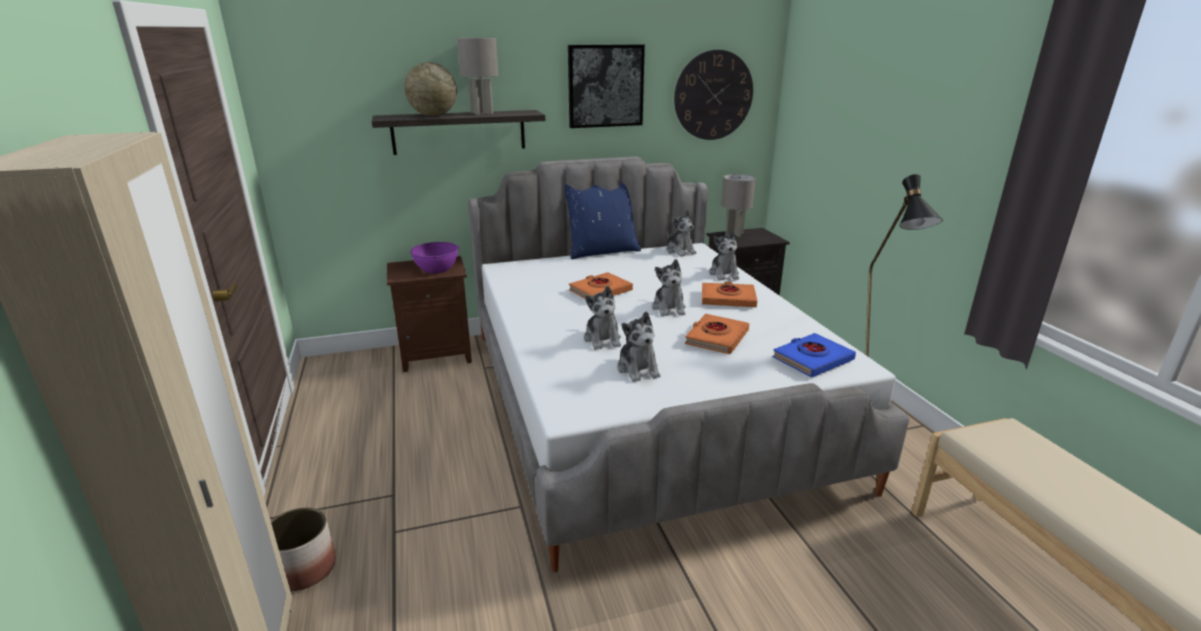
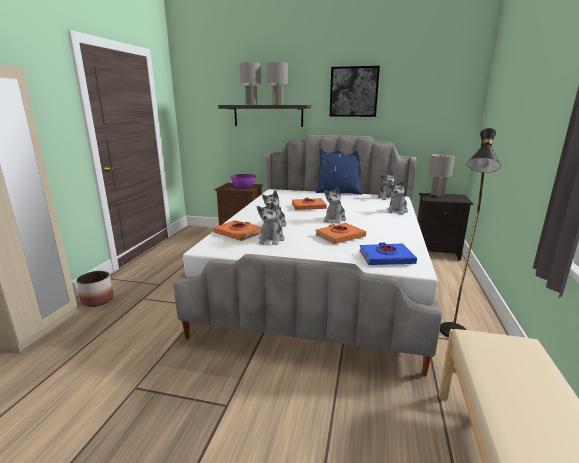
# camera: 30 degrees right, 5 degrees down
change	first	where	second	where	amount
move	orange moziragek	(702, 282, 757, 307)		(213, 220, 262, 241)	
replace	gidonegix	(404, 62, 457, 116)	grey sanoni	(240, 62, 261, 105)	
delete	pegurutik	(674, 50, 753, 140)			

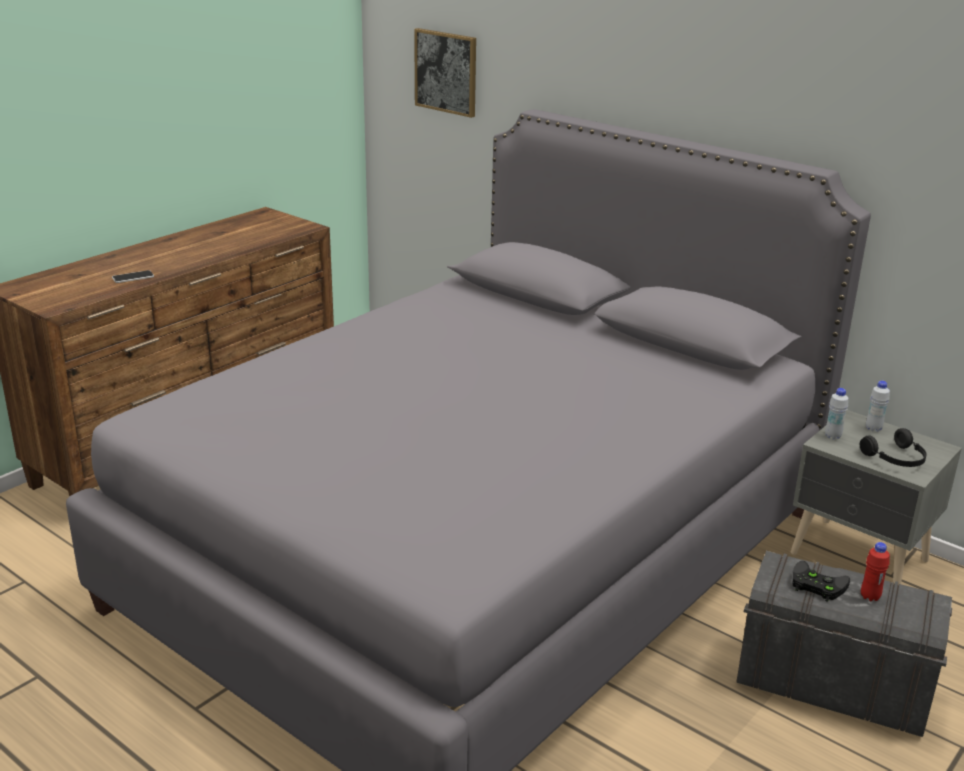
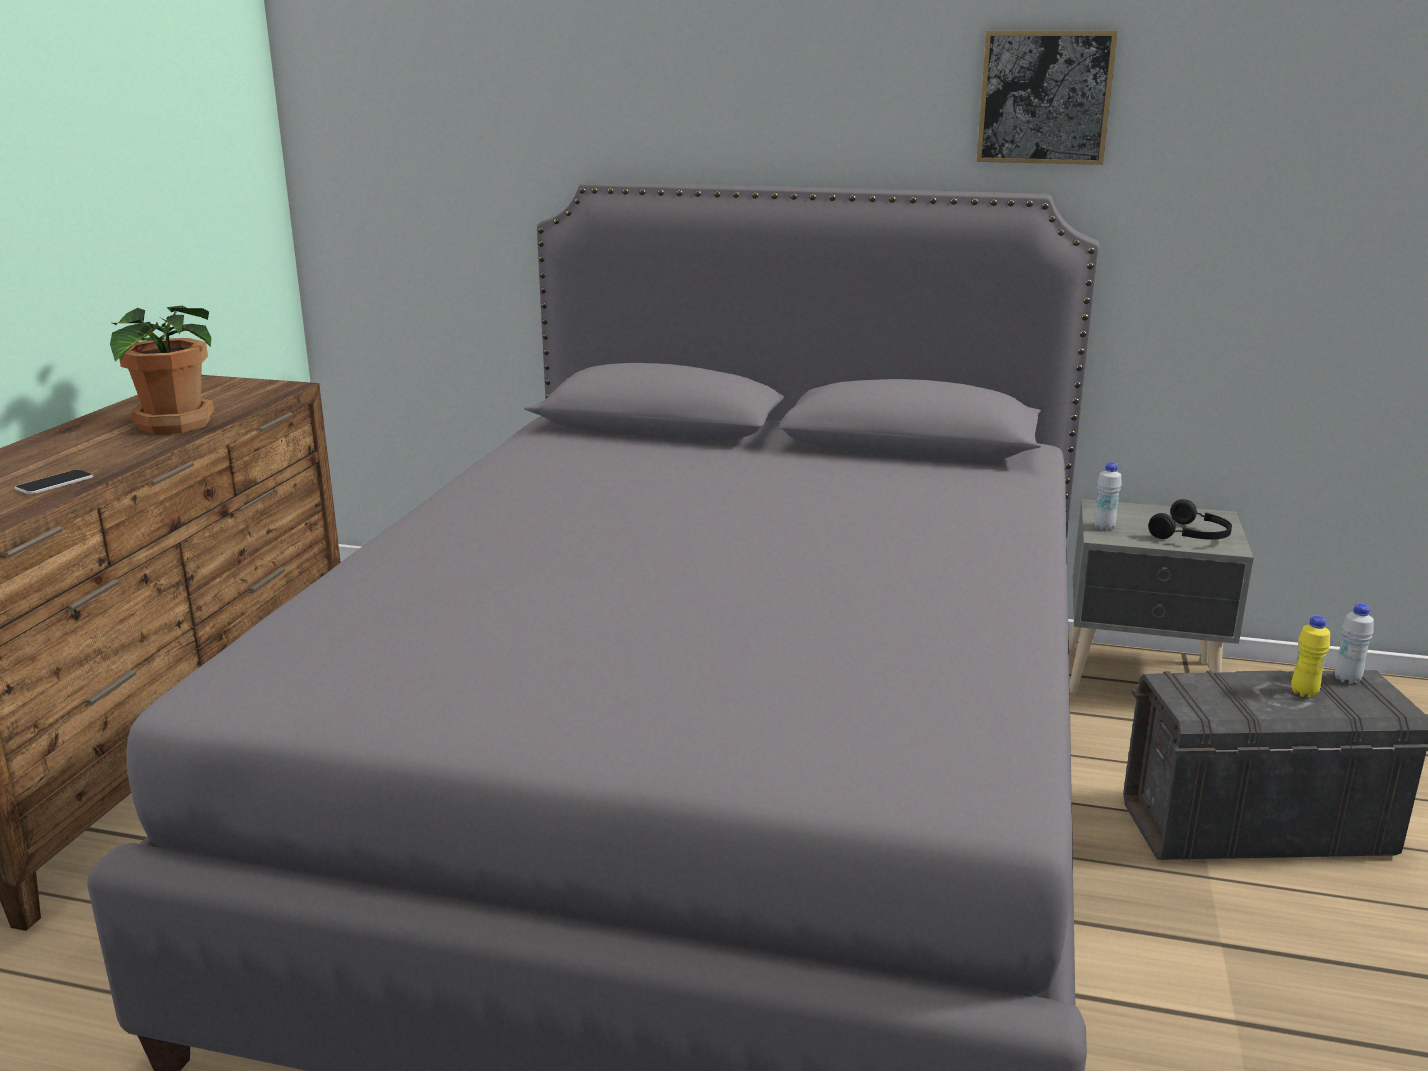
# camera: 25 degrees left, 5 degrees down
change	first	where	second	where	amount
insert			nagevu	(110, 306, 214, 434)	
move	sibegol	(414, 28, 476, 118)		(976, 31, 1118, 165)	
recolor	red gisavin	(861, 542, 890, 601)	yellow gisavin	(1291, 616, 1330, 698)	
move	white gisavin	(866, 381, 890, 432)		(1335, 604, 1374, 684)	
delete	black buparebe	(792, 561, 850, 602)			

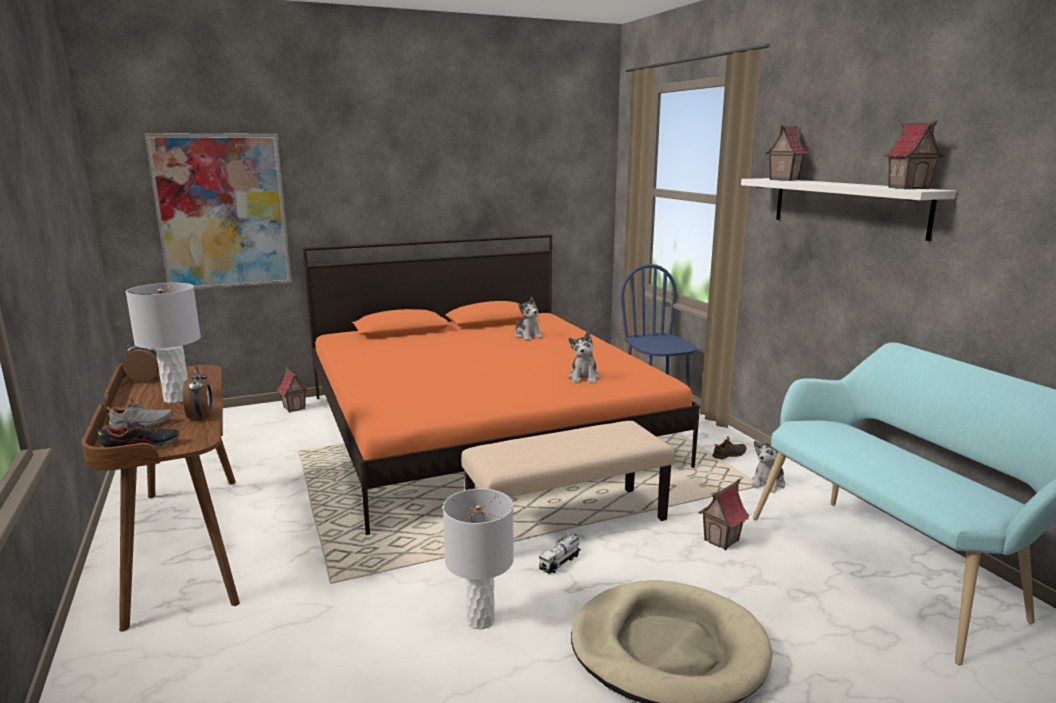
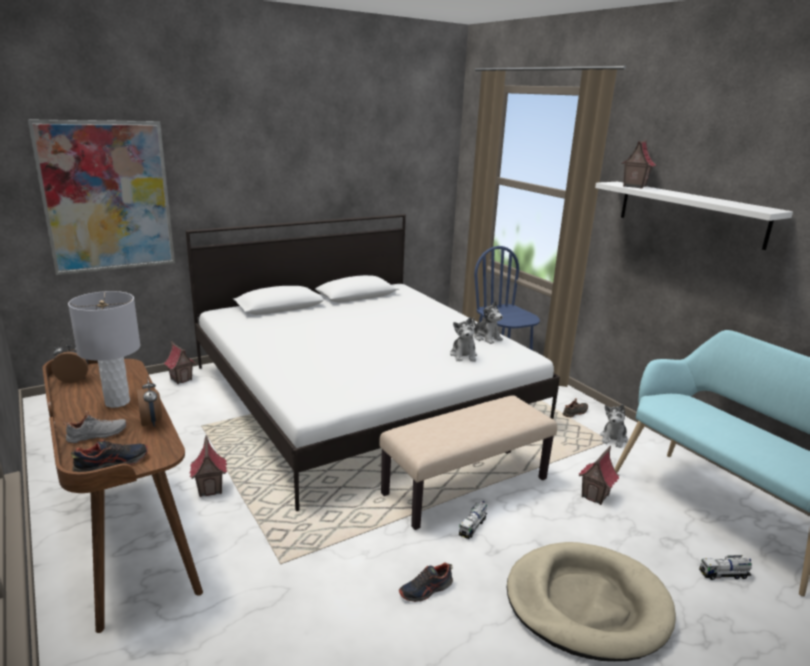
# camera: 10 degrees left, 5 degrees up
change	first	where	second	where	amount
recolor	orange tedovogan	(302, 234, 700, 535)	white tedovogan	(186, 214, 560, 511)	
move	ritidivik	(884, 121, 944, 189)		(190, 435, 227, 497)	
replace	grey sanoni	(443, 489, 514, 629)	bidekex	(399, 562, 453, 602)	
move	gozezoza	(515, 297, 543, 340)		(473, 301, 503, 344)	
insert			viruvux	(699, 555, 752, 580)	

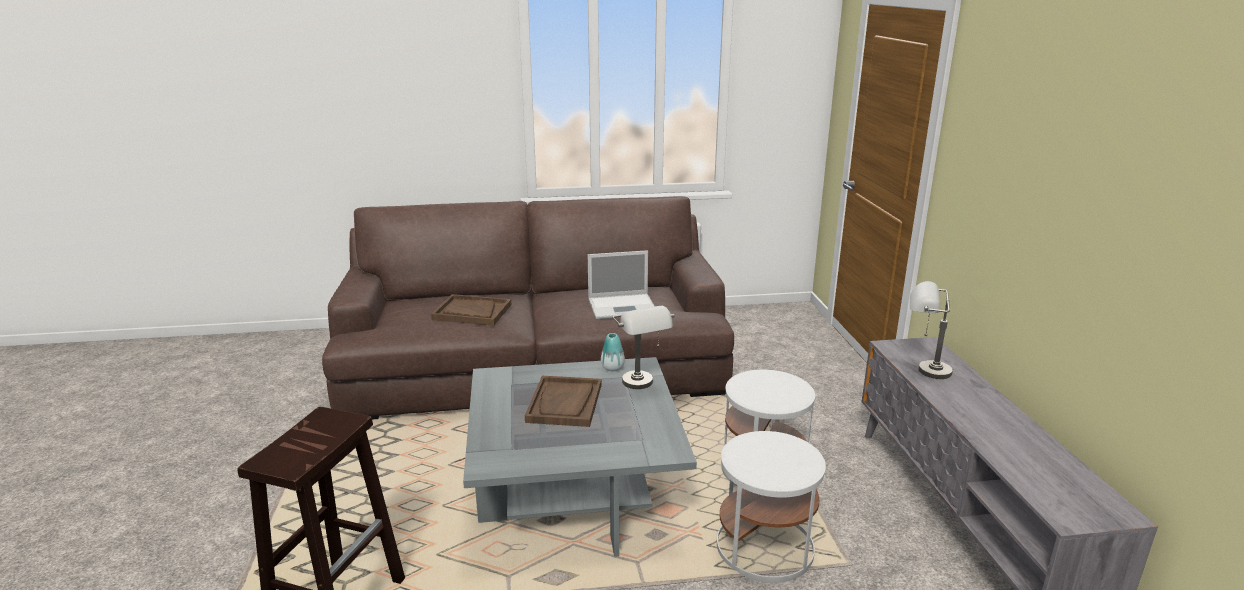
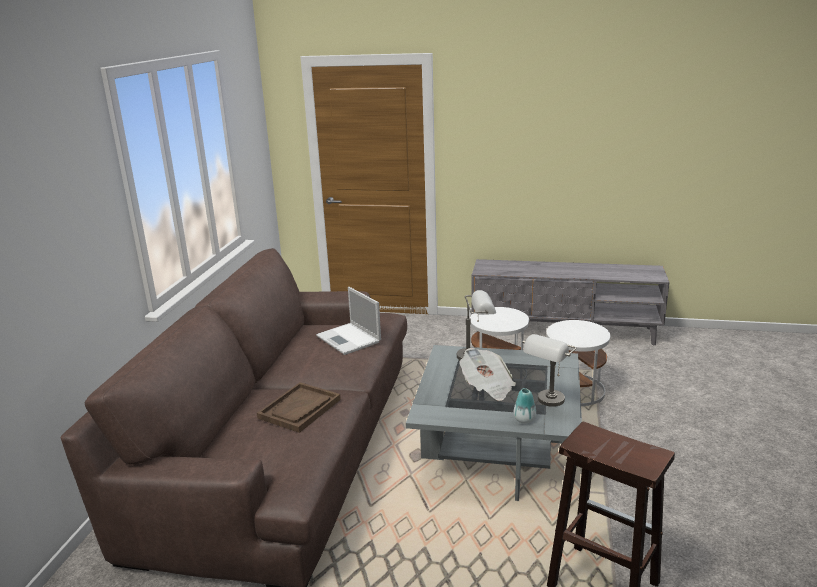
# camera: 70 degrees left, 0 degrees up
change	first	where	second	where	amount
rotate	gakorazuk	(588, 250, 655, 319)		(316, 287, 381, 355)	135 degrees clockwise
replace	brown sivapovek	(525, 376, 601, 427)	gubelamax	(459, 348, 516, 401)	
move	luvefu	(601, 333, 625, 371)		(514, 388, 536, 424)	
move	grey sanoni	(910, 281, 953, 379)		(522, 334, 576, 407)	

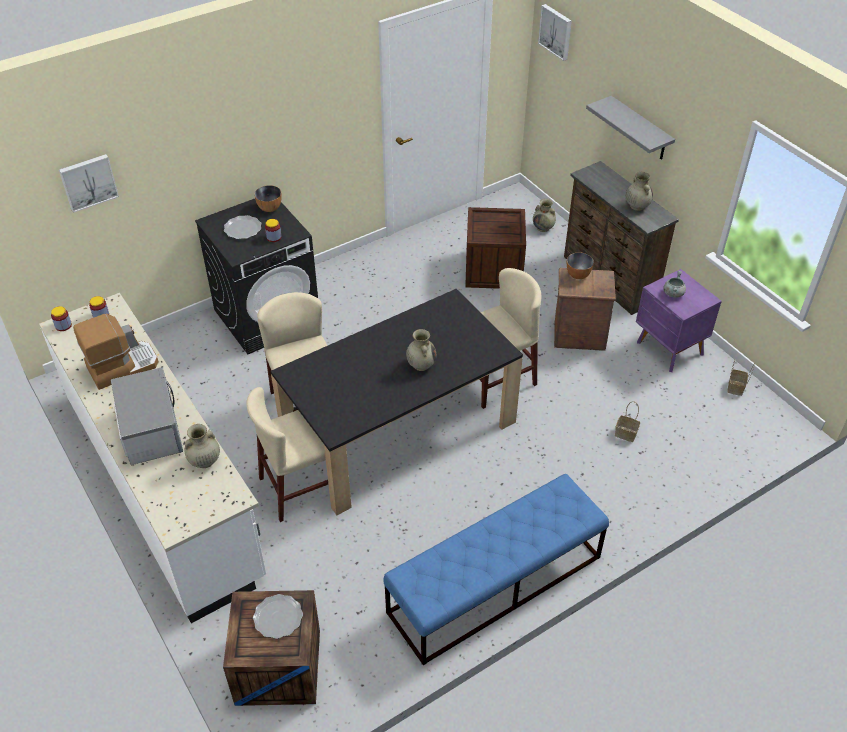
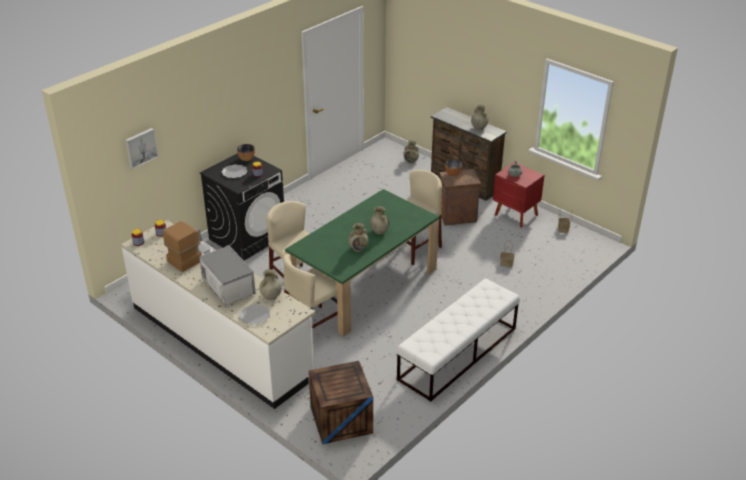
# camera: 15 degrees left, 10 degrees down
change	first	where	second	where	amount
move	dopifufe	(253, 594, 303, 639)		(239, 304, 270, 325)	
recolor	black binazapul	(271, 289, 523, 515)	green binazapul	(285, 189, 439, 337)	
insert			beige luvefu	(348, 223, 369, 252)	
recolor	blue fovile	(383, 474, 609, 665)	white fovile	(397, 278, 520, 402)	
recolor	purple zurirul	(636, 269, 722, 372)	red zurirul	(493, 162, 545, 227)	
delete	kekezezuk	(465, 207, 526, 289)			
delete	sibegol	(538, 4, 572, 61)			
delete	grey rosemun	(586, 96, 675, 160)			

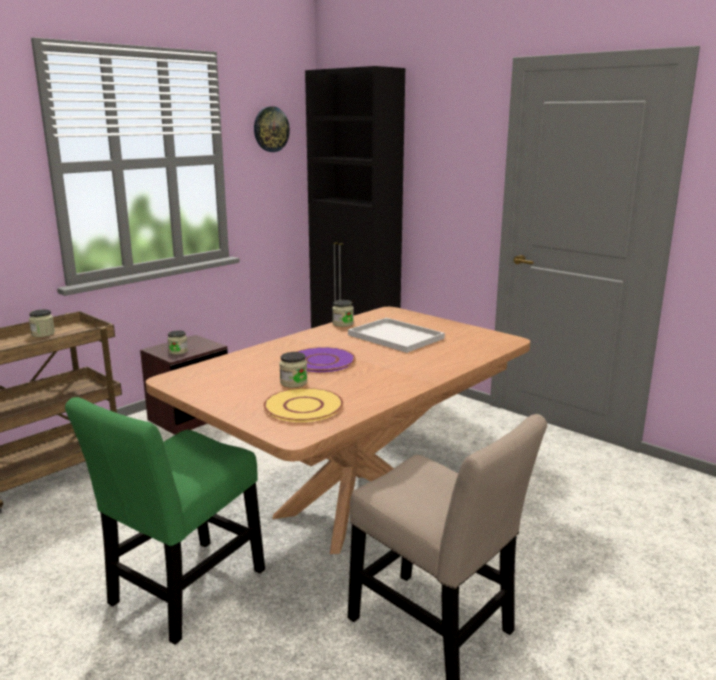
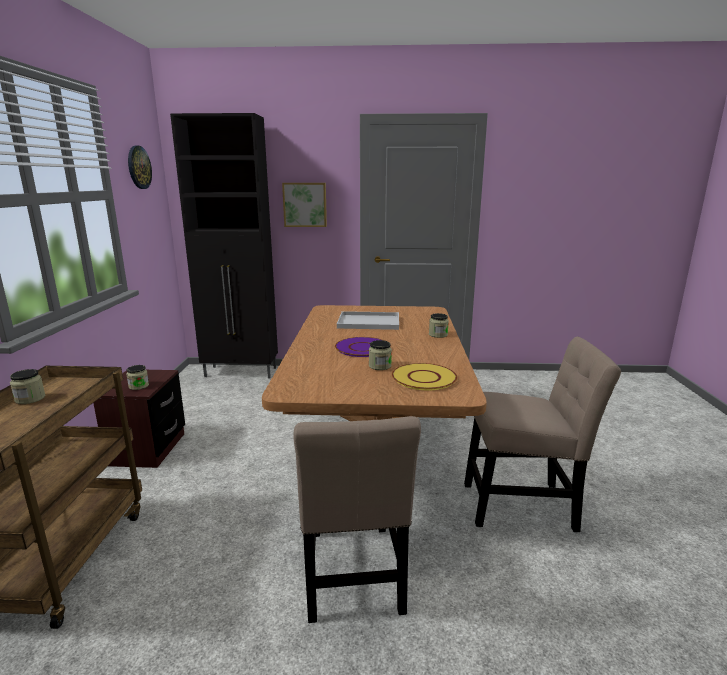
# camera: 40 degrees left, 0 degrees up
change	first	where	second	where	amount
insert			sibegol	(282, 183, 327, 227)	
recolor	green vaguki	(65, 397, 265, 645)	beige vaguki	(293, 416, 421, 623)	
move	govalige	(332, 300, 354, 327)		(429, 313, 449, 338)	

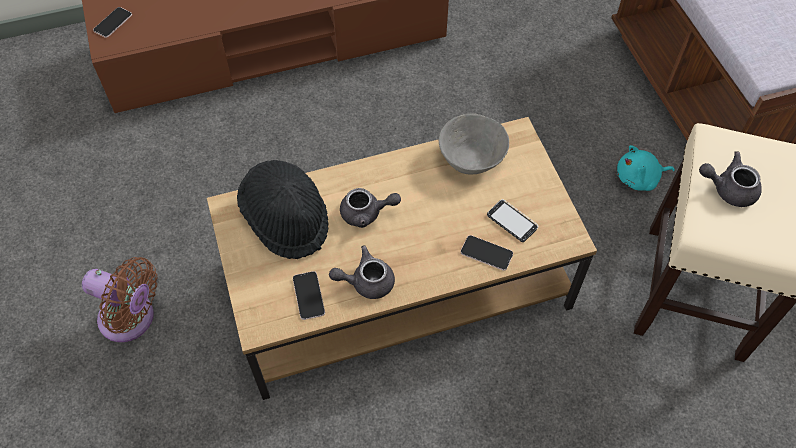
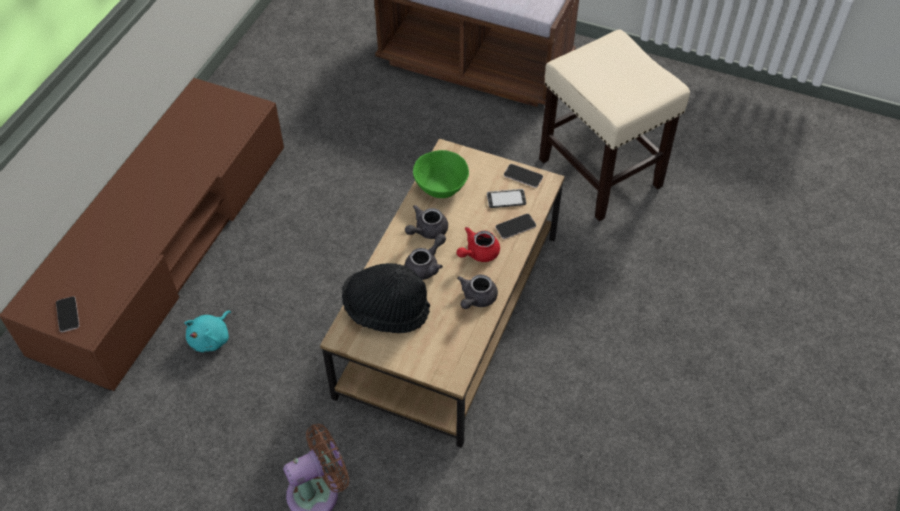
# camera: 50 degrees left, 5 degrees down
change	first	where	second	where	amount
move	turquoise gozezoza	(617, 145, 675, 191)		(184, 310, 231, 352)	
move	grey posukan	(699, 151, 762, 207)		(405, 205, 448, 239)	
recolor	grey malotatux	(439, 113, 509, 175)	green malotatux	(413, 150, 469, 198)	
insert			red posukan	(457, 227, 500, 262)	
move	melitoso	(293, 271, 325, 320)		(504, 164, 543, 188)	

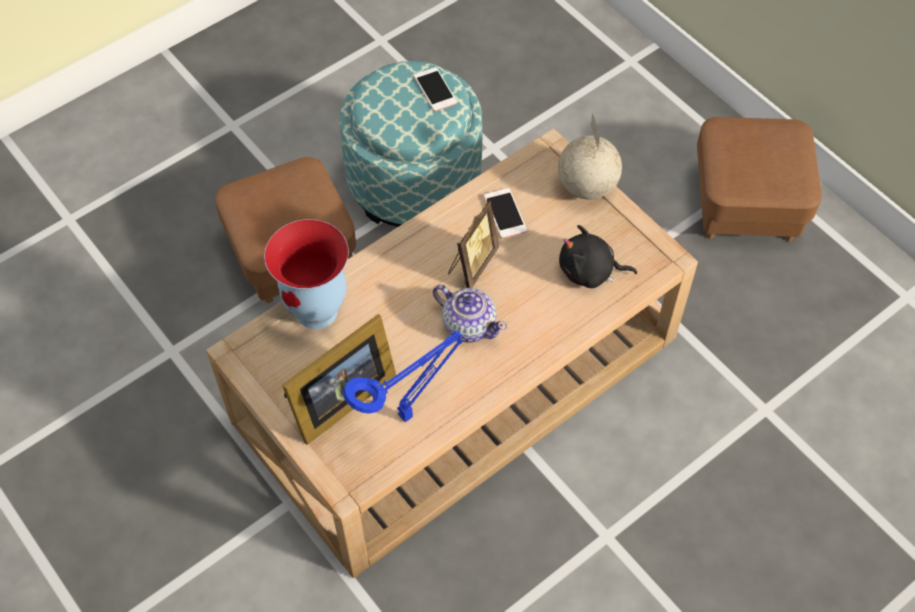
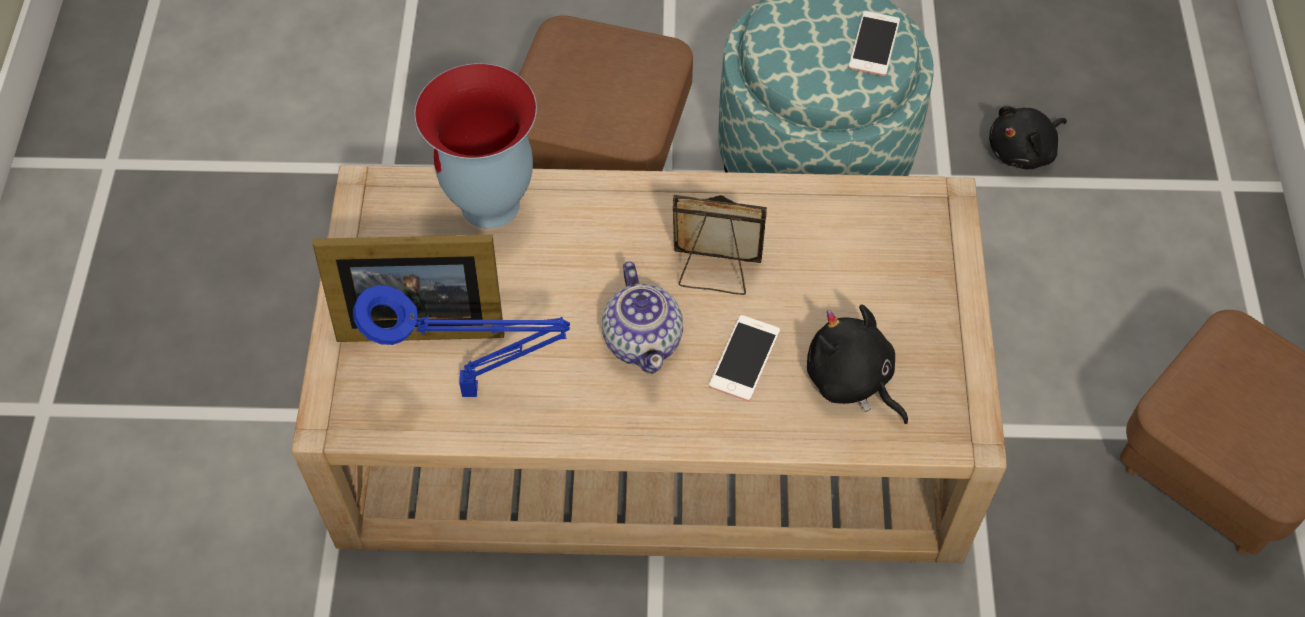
# camera: 40 degrees right, 0 degrees up
change	first	where	second	where	amount
rotate	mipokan	(448, 199, 499, 288)		(673, 195, 767, 295)	150 degrees counterclockwise
move	melitoso	(484, 188, 527, 239)		(709, 315, 780, 401)	
insert			black gozezoza	(989, 106, 1067, 169)	
delete	gidonegix	(558, 112, 622, 200)			

